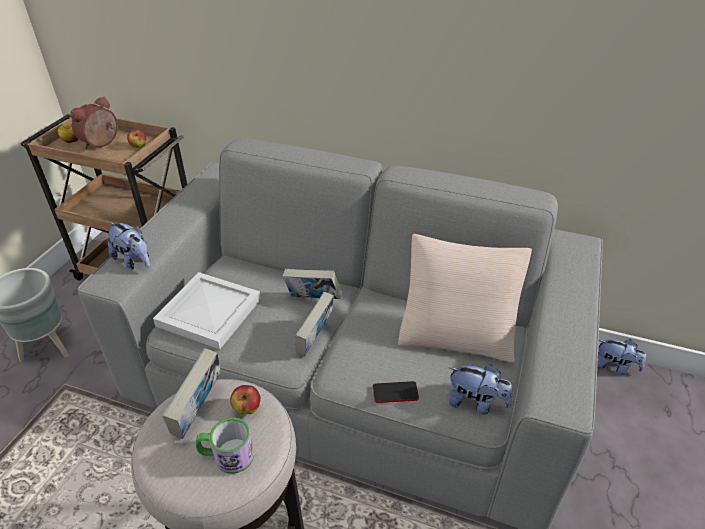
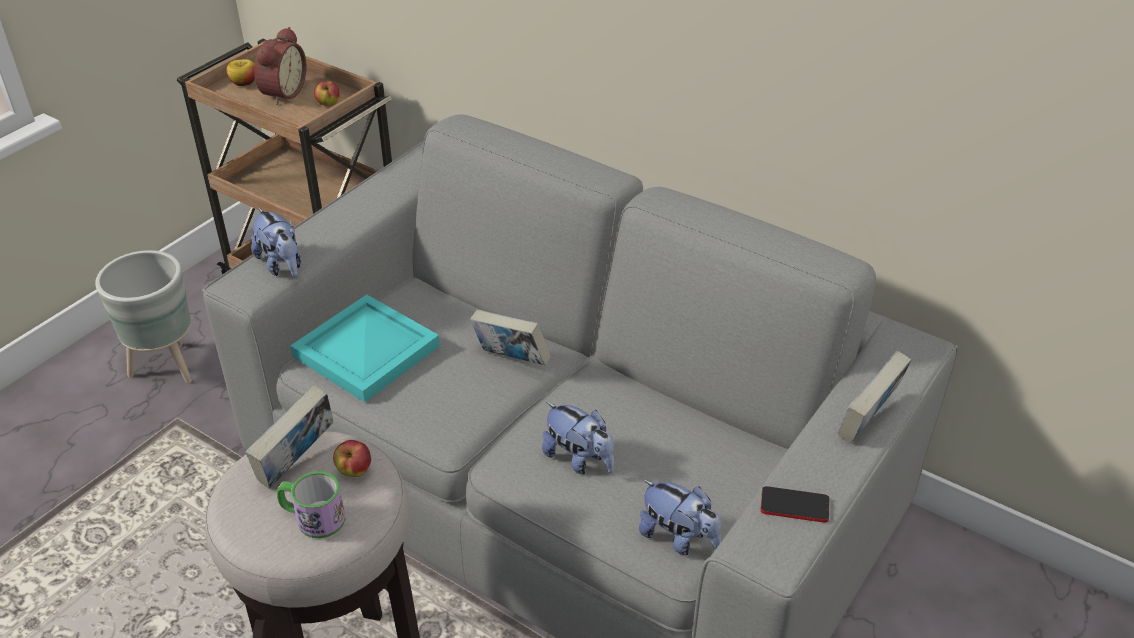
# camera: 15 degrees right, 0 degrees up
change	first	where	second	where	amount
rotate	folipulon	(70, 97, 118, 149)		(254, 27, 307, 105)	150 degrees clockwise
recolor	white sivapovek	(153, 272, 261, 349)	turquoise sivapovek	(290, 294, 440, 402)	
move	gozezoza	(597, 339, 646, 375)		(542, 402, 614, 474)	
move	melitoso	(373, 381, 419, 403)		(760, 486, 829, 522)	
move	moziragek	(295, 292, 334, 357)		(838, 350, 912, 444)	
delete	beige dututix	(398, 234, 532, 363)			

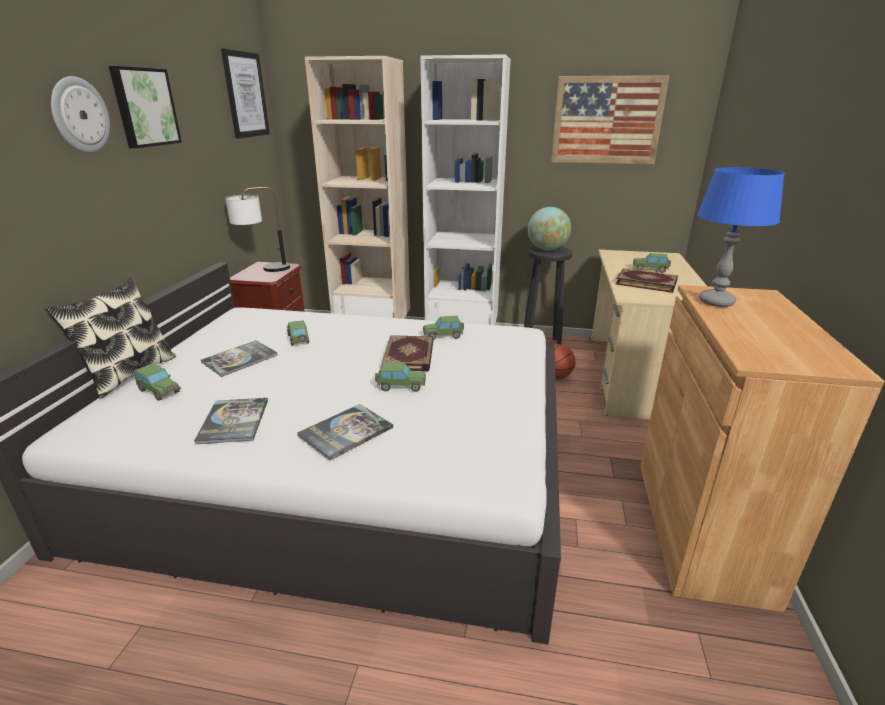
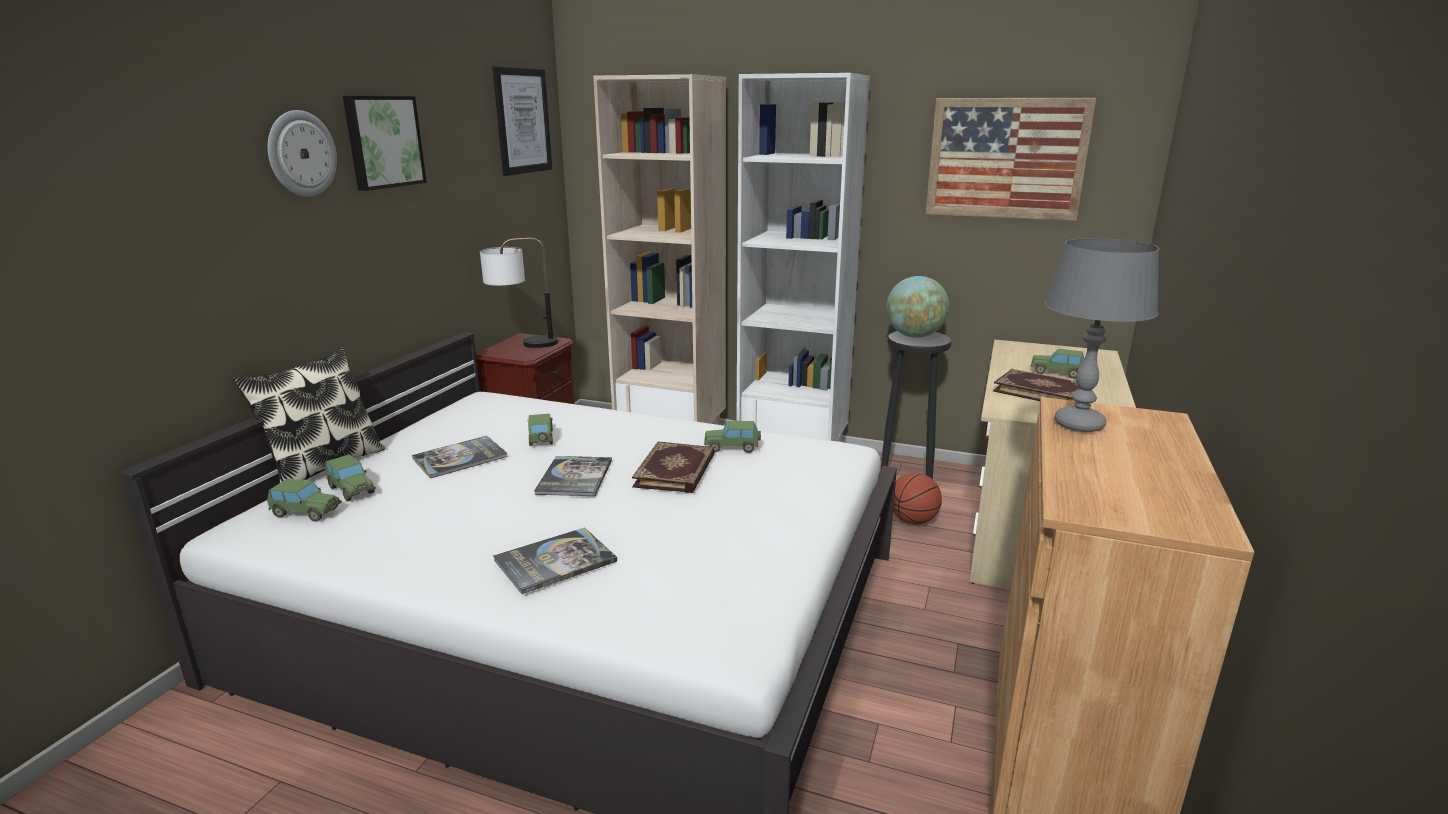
# camera: 10 degrees right, 5 degrees down
change	first	where	second	where	amount
move	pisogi	(375, 362, 426, 392)		(267, 479, 342, 522)	
move	moziragek	(194, 398, 268, 444)		(534, 456, 612, 496)	
recolor	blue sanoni	(697, 167, 785, 307)	grey sanoni	(1045, 238, 1159, 432)	

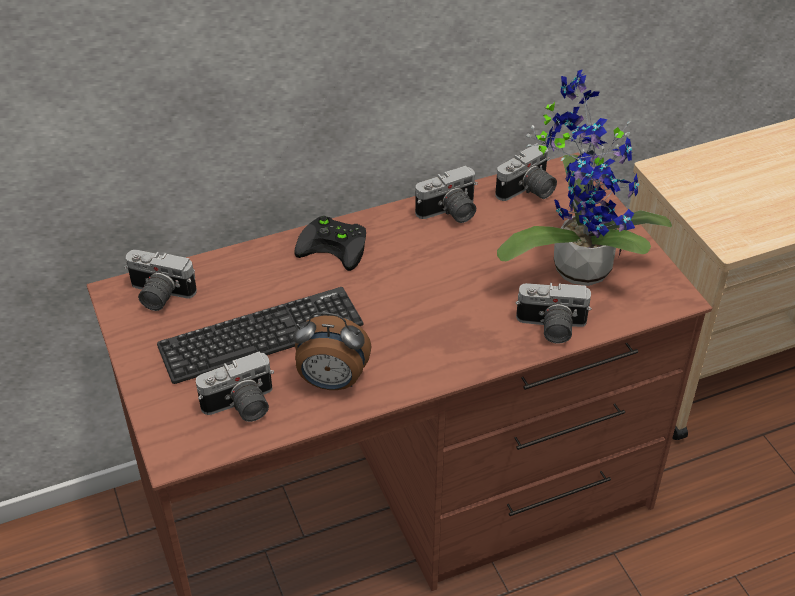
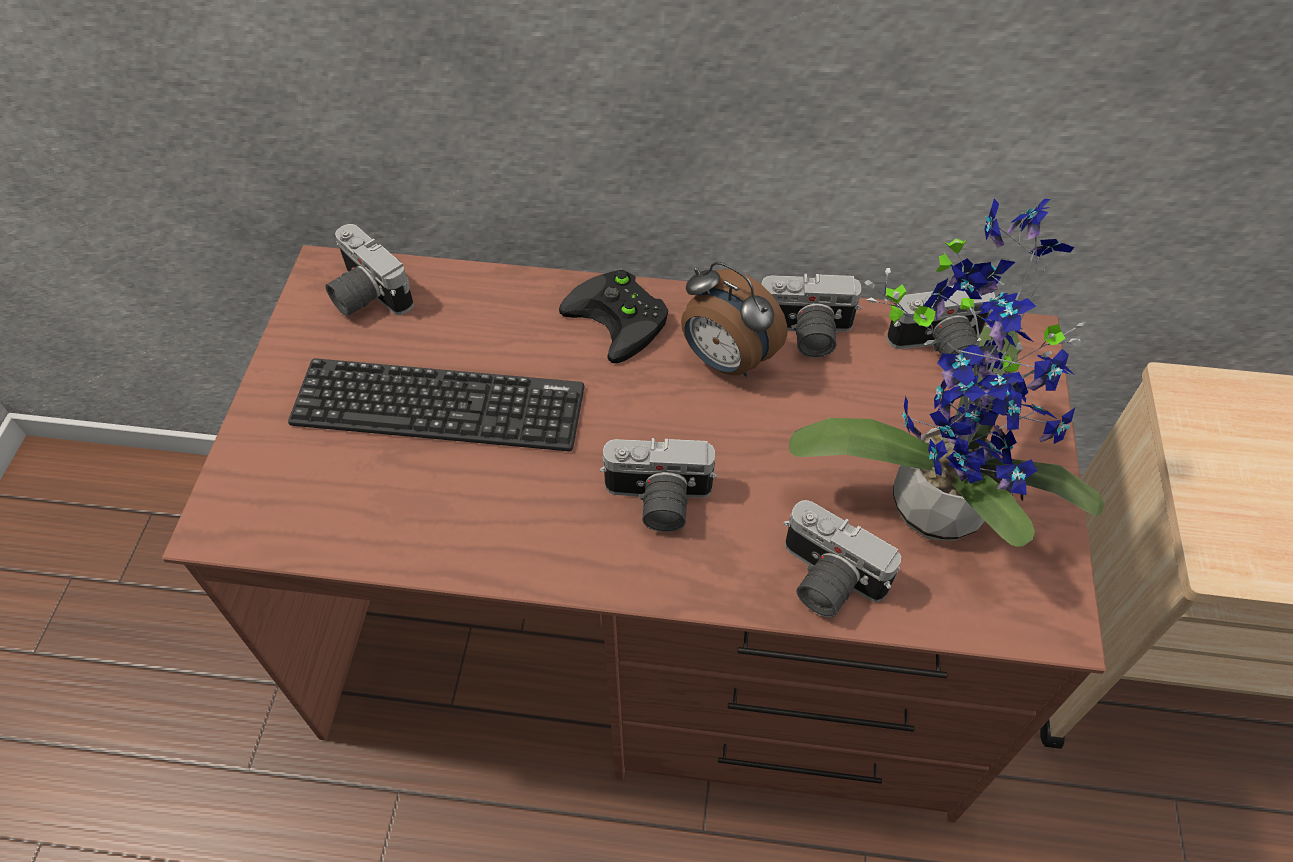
# camera: 30 degrees right, 10 degrees up
change	first	where	second	where	amount
move	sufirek	(196, 351, 274, 422)		(600, 438, 717, 532)	
move	folipulon	(293, 312, 372, 390)		(681, 262, 787, 377)	

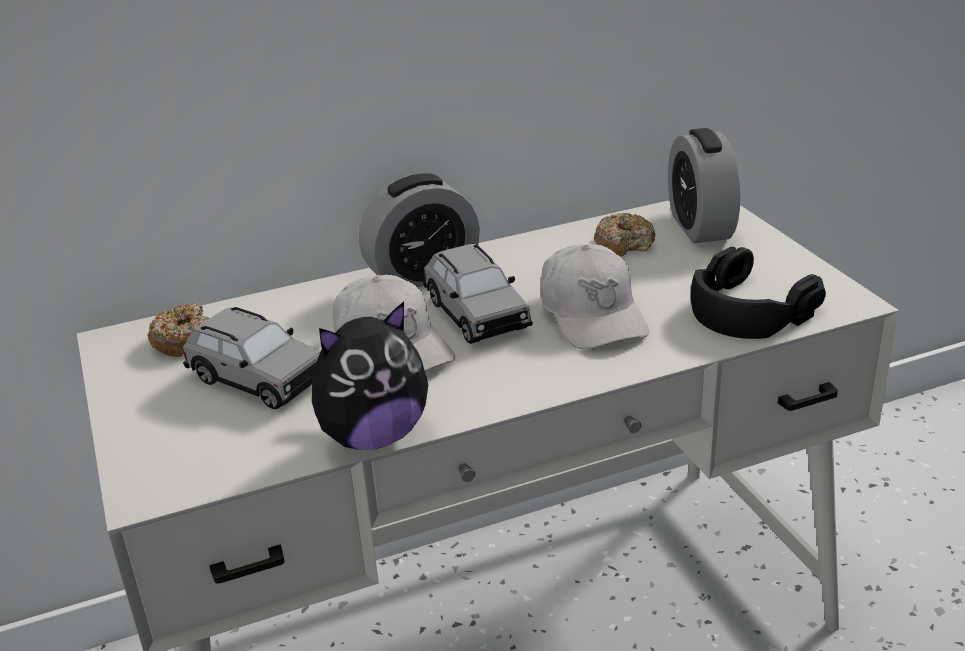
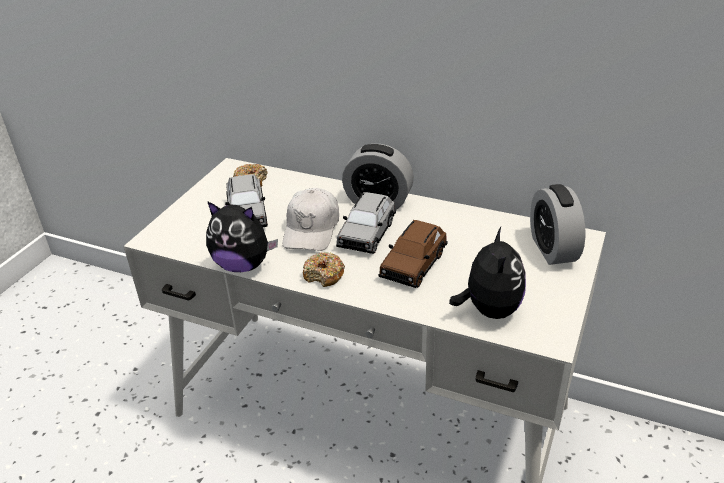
# camera: 45 degrees right, 5 degrees up
change	first	where	second	where	amount
move	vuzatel	(594, 213, 656, 256)		(303, 252, 345, 287)	
replace	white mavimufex	(540, 244, 649, 349)	brown pisogi	(379, 220, 448, 288)	
replace	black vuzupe	(691, 247, 826, 339)	gozezoza	(449, 227, 526, 319)	
rotate	folipulon	(668, 128, 740, 243)		(530, 184, 585, 265)	45 degrees counterclockwise

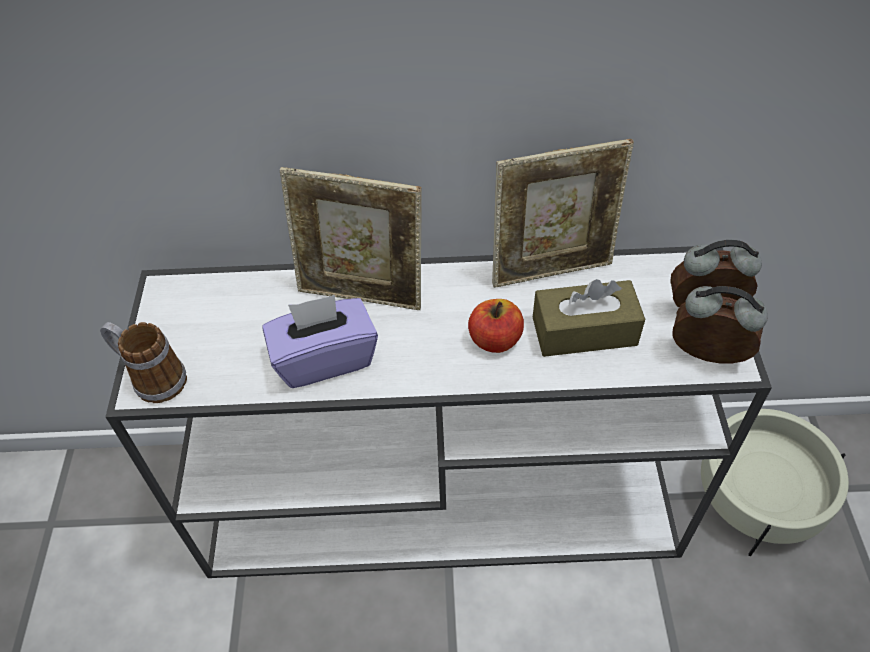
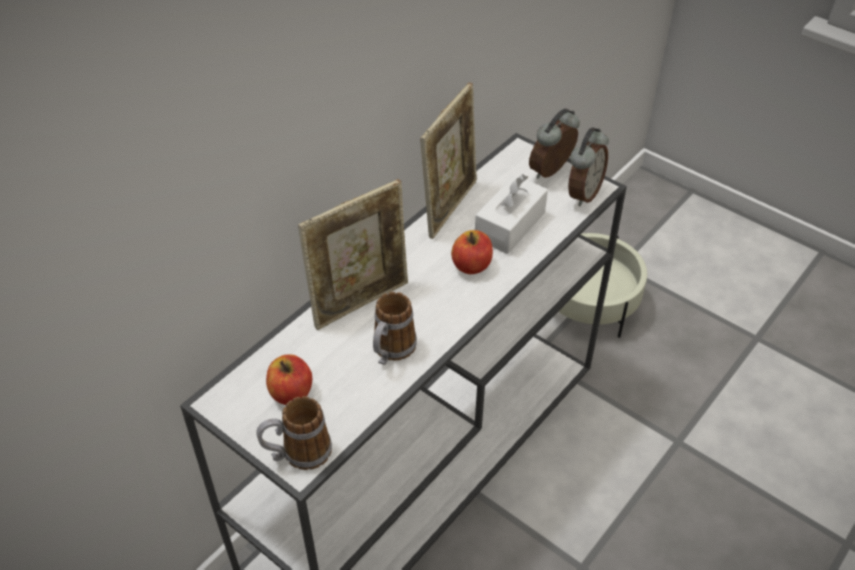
# camera: 50 degrees left, 5 degrees down
change	first	where	second	where	amount
insert			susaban	(266, 354, 312, 405)	
replace	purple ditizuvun	(262, 295, 378, 388)	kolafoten	(373, 292, 417, 365)	
recolor	brown ditizuvun	(533, 279, 645, 357)	white ditizuvun	(475, 174, 548, 254)	
rotate	folipulon	(672, 286, 768, 363)		(568, 127, 609, 206)	150 degrees clockwise

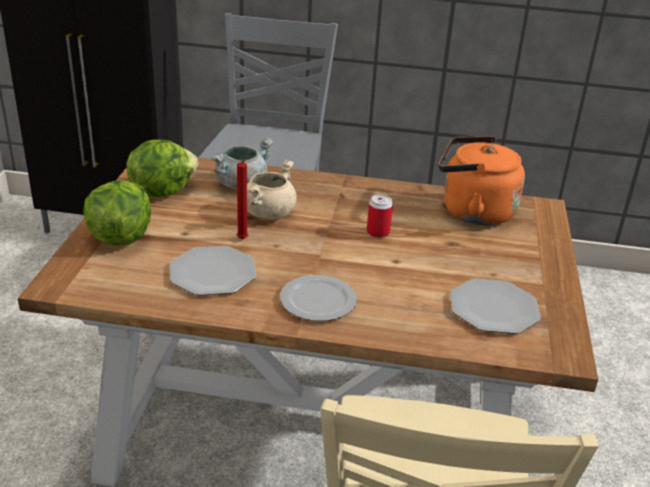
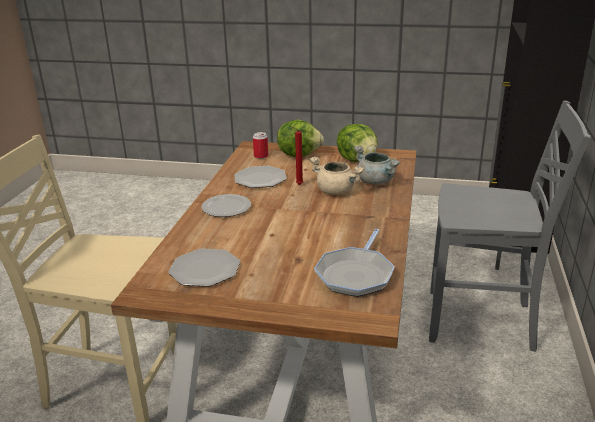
# camera: 95 degrees right, 5 degrees down
change	first	where	second	where	amount
move	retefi	(367, 194, 393, 238)		(253, 132, 268, 159)	
replace	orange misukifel	(439, 136, 525, 225)	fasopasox	(314, 229, 395, 297)	

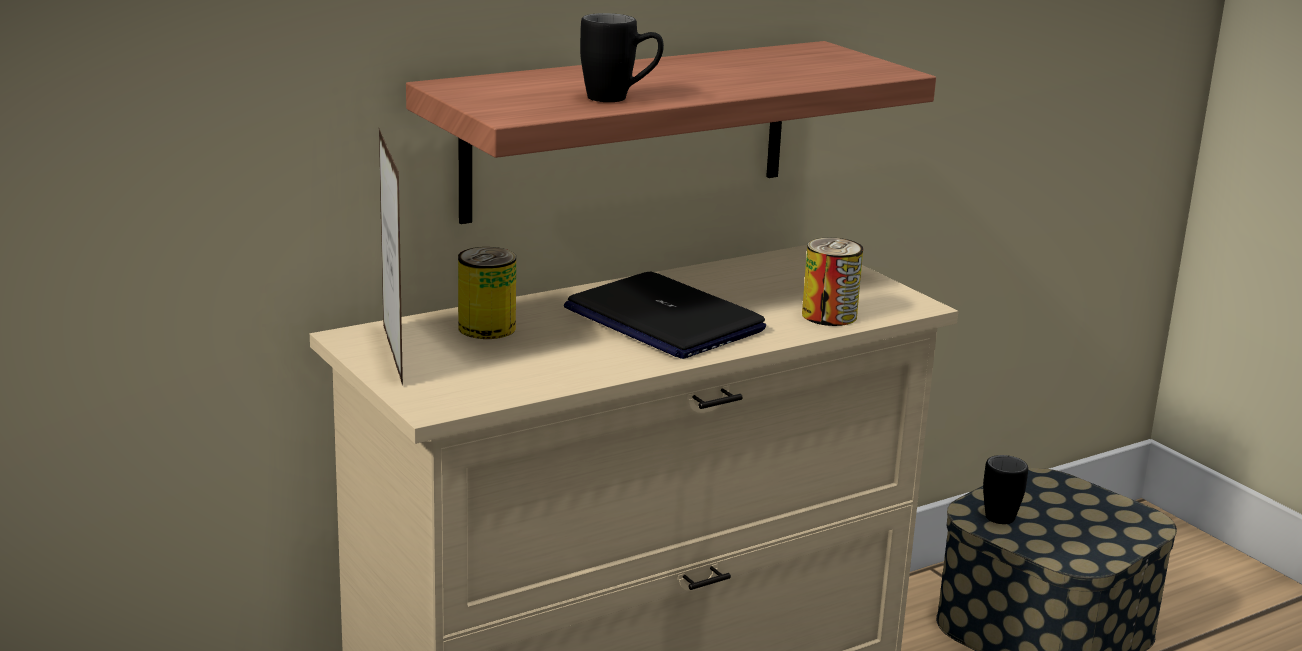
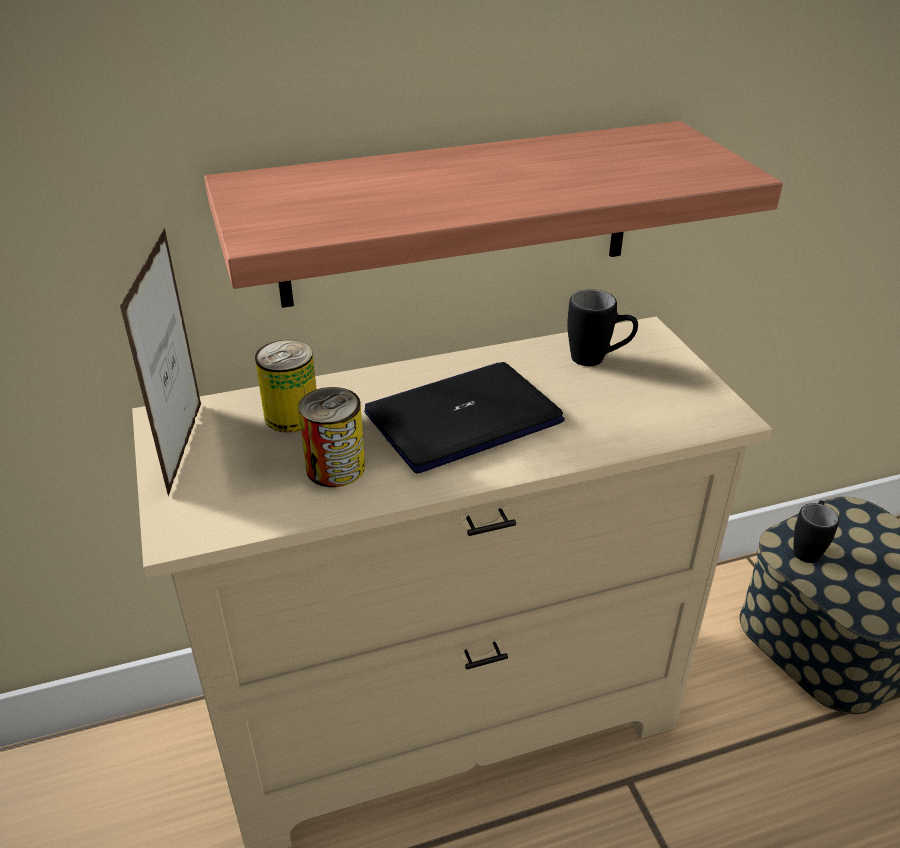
# camera: 15 degrees right, 15 degrees up
change	first	where	second	where	amount
move	retefi	(802, 238, 863, 326)		(298, 387, 365, 487)	
rotate	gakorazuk	(564, 272, 766, 359)		(364, 362, 565, 474)	90 degrees clockwise
move	black kolafoten	(580, 13, 664, 102)		(567, 289, 638, 366)	

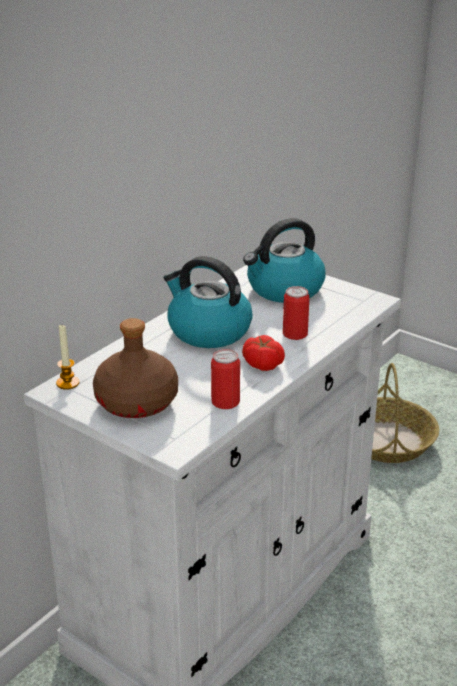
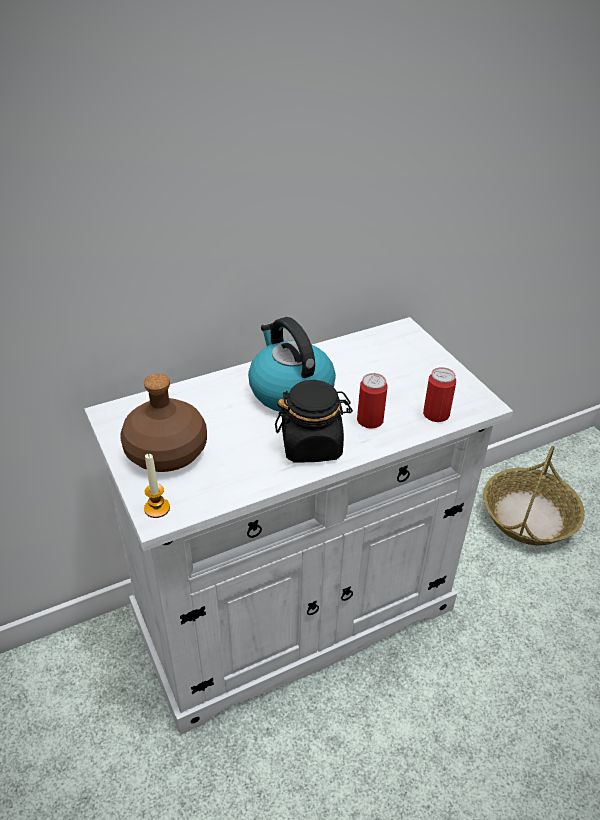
# camera: 25 degrees right, 10 degrees up
change	first	where	second	where	amount
move	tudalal	(56, 325, 79, 390)		(144, 454, 170, 518)	
replace	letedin	(242, 335, 285, 371)	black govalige	(275, 380, 353, 463)	
move	retefi	(211, 349, 240, 409)		(423, 367, 456, 422)	
delete	misukifel	(243, 218, 326, 303)			

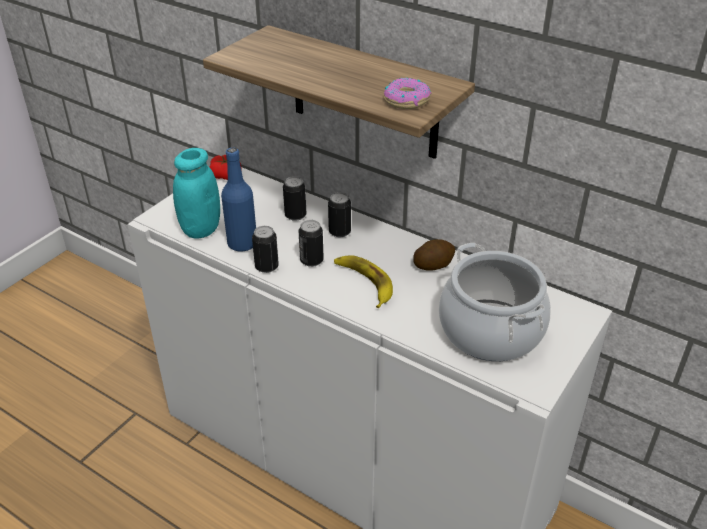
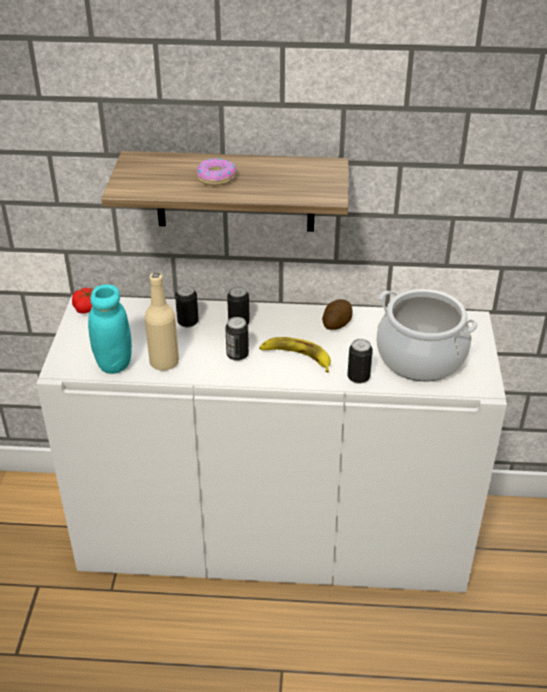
# camera: 30 degrees left, 0 degrees up
change	first	where	second	where	amount
recolor	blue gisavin	(221, 148, 256, 252)	beige gisavin	(145, 272, 179, 370)	
move	vuzatel	(384, 78, 432, 109)		(196, 158, 236, 186)	
move	retefi	(252, 226, 279, 273)		(347, 339, 373, 384)	

